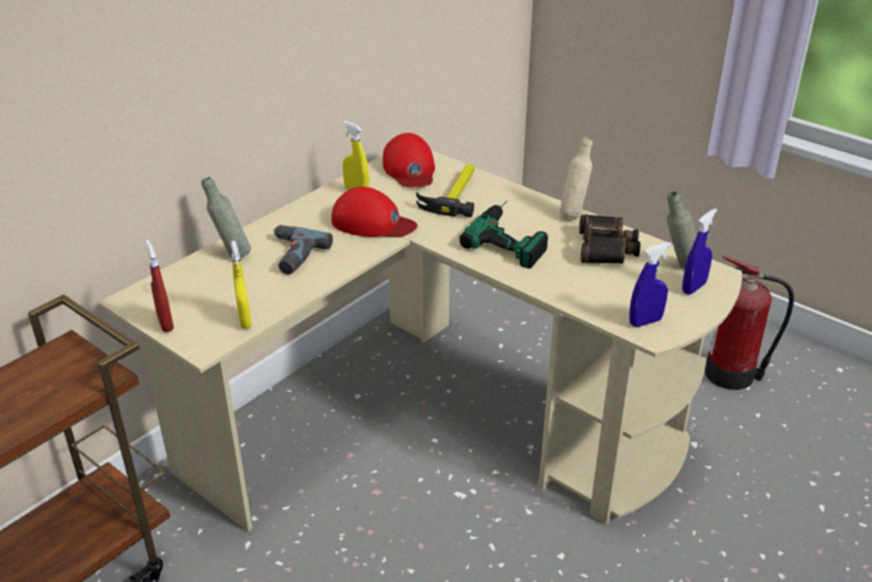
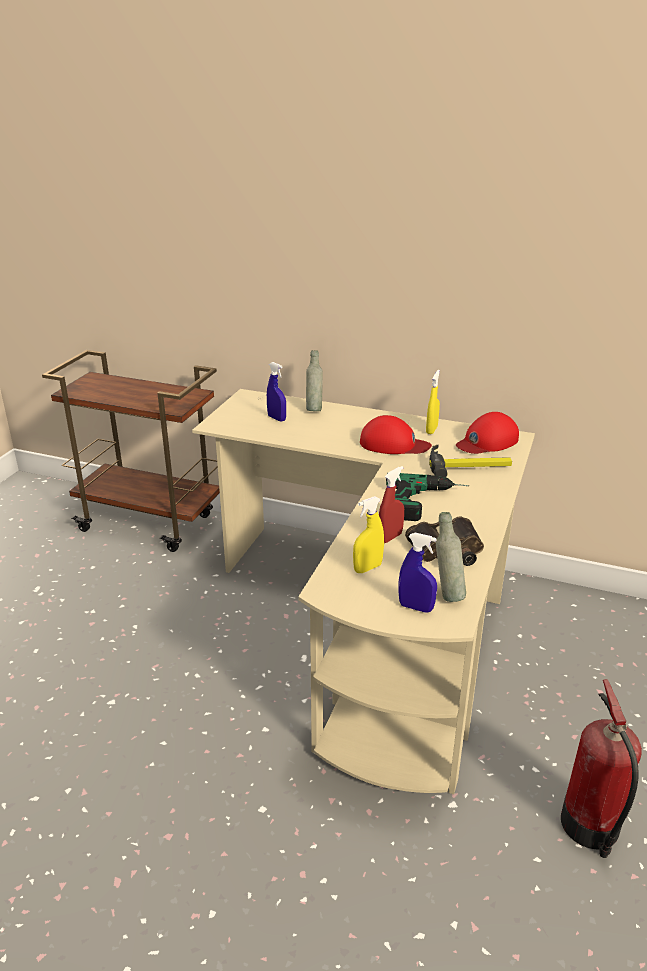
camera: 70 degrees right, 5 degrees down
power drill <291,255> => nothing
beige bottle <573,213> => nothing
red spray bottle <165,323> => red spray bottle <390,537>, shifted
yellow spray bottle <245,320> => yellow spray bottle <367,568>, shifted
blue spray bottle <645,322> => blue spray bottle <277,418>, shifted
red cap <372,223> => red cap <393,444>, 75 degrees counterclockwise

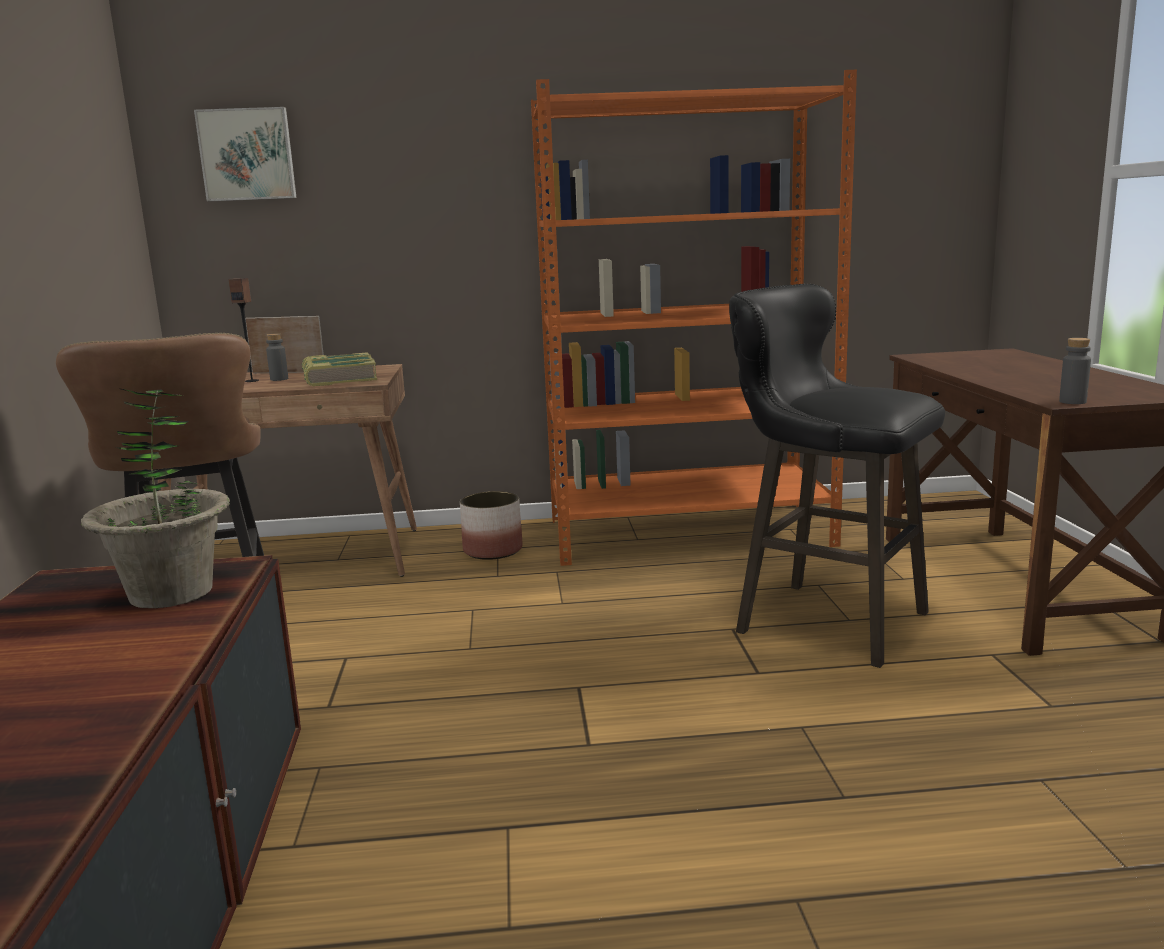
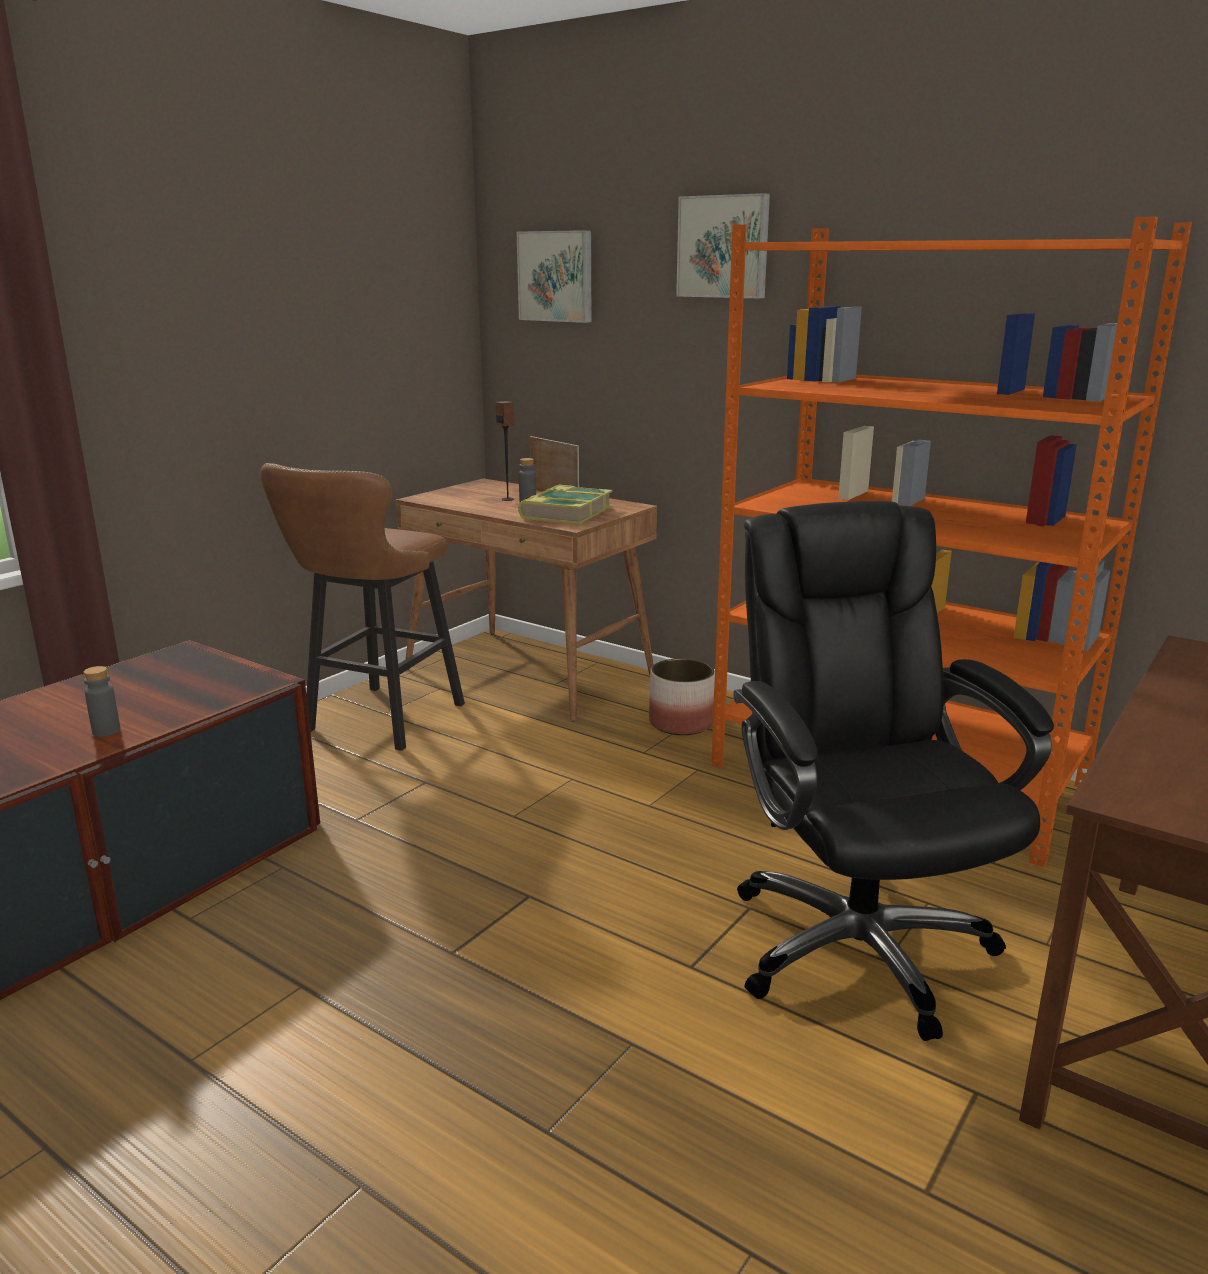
camera: 40 degrees right, 5 degrees up
potted plant <171,593> => nothing
nothing => picture <724,247>
grey bottle <1072,402> => grey bottle <106,731>, shifted
black stool <824,620> => black office chair <857,946>

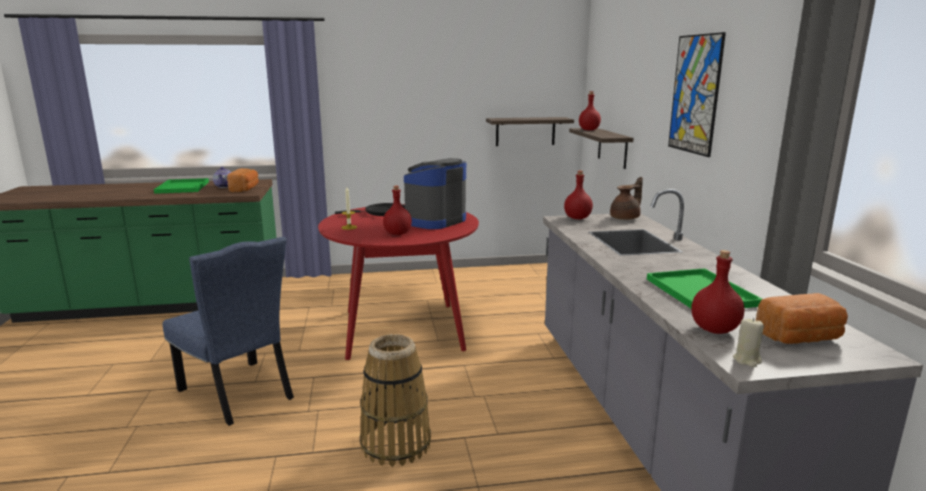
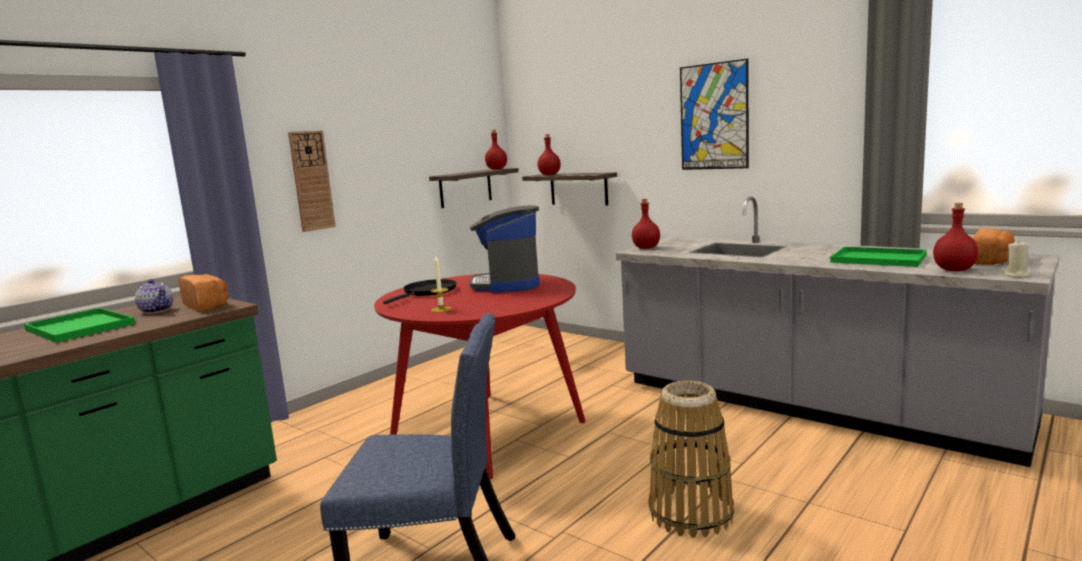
camera: 40 degrees left, 5 degrees down
brown teapot <626,218> => nothing
nothing => wall clock <311,181>
red bottle <397,234> => red bottle <496,169>, shifted

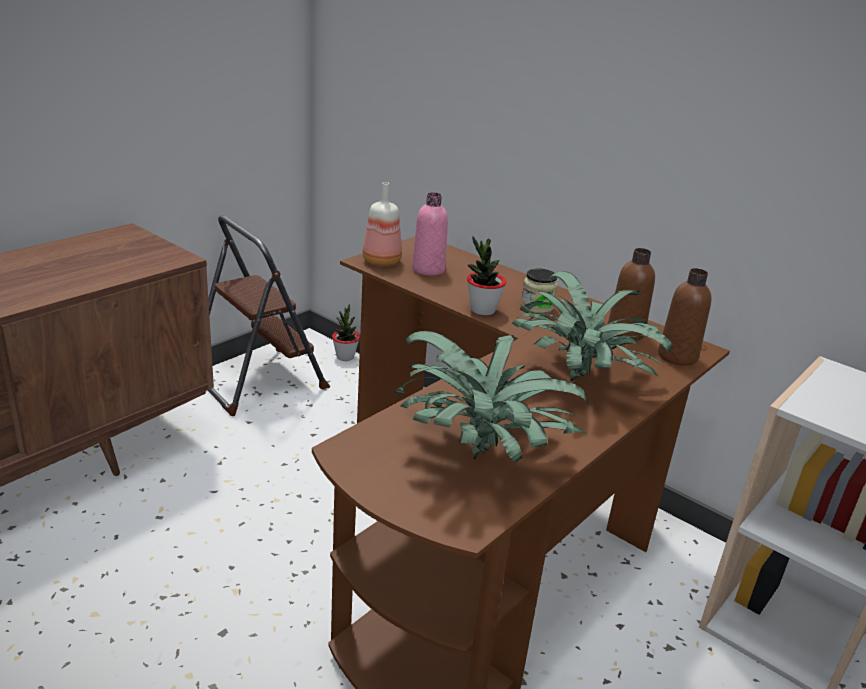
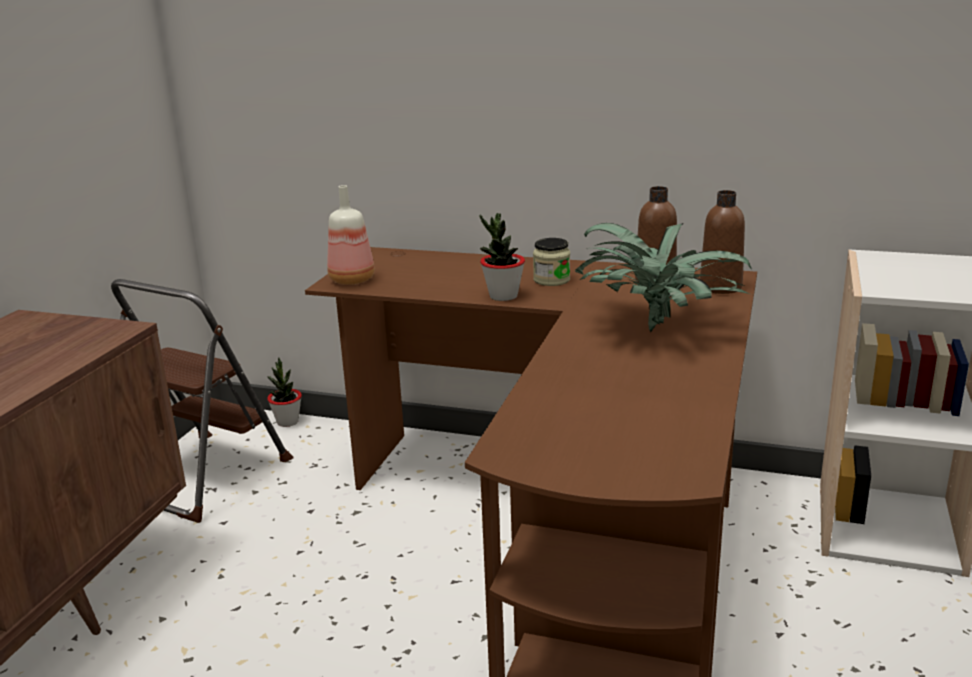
camera: 20 degrees left, 5 degrees down
potted plant <483,454> => nothing
pink bottle <428,269> => nothing

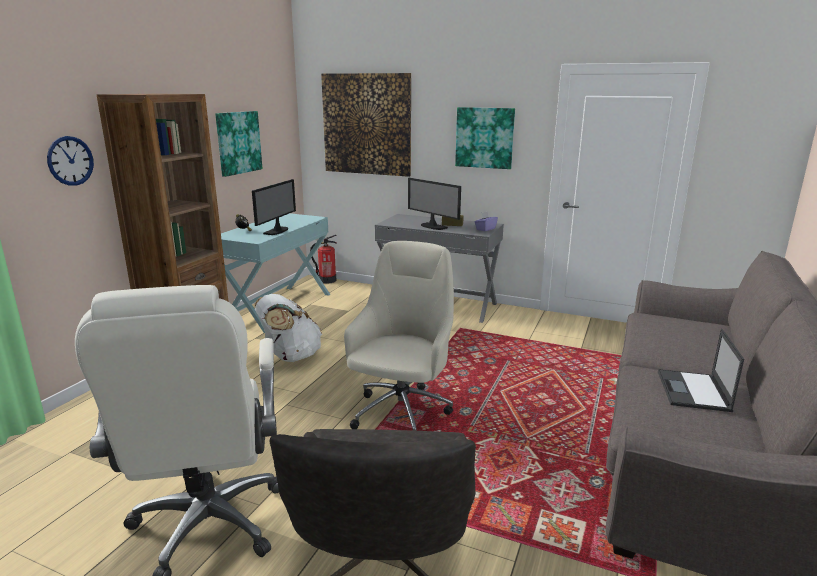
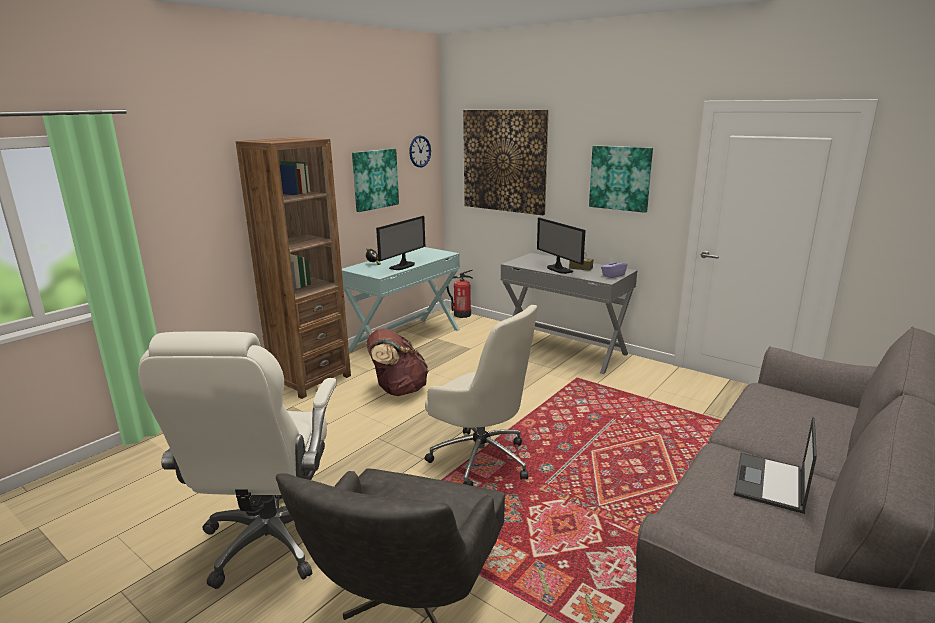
camera: 15 degrees right, 0 degrees up
wall clock <70,161> => wall clock <420,151>, shifted
white backpack <290,356> => brown backpack <398,390>
beige office chair <401,412> => beige office chair <481,460>, 90 degrees clockwise

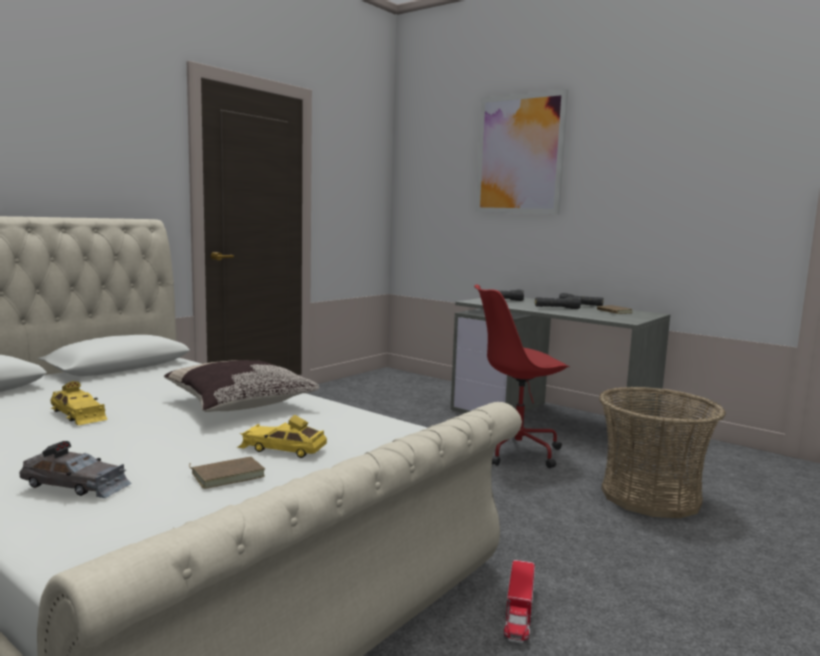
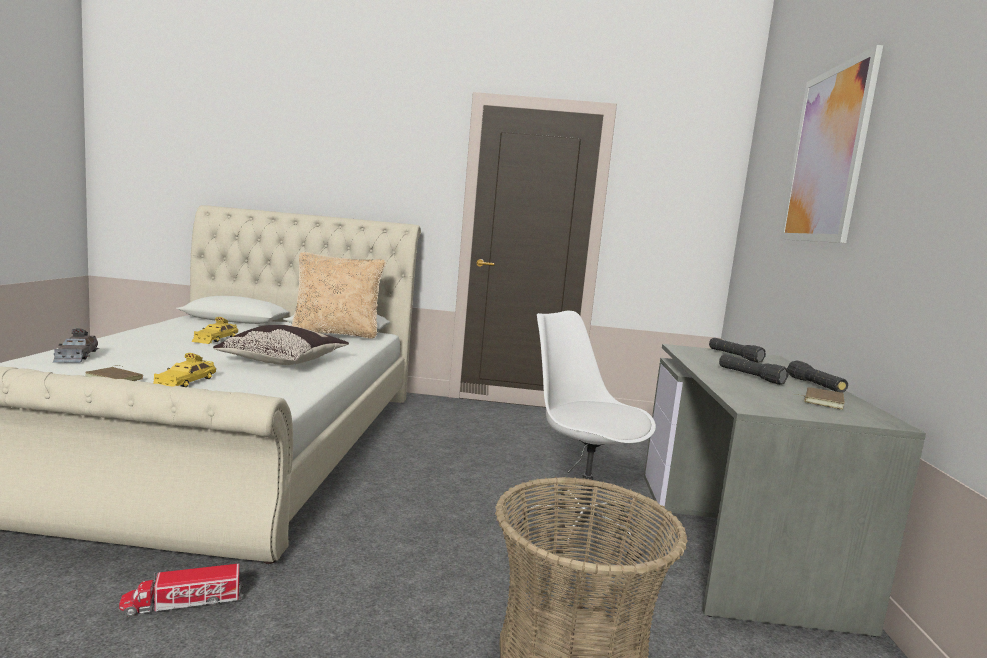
camera: 55 degrees right, 0 degrees up
nothing => beige pillow <336,335>
red office chair <514,452> => white office chair <577,534>
yellow toy car <282,448> => yellow toy car <184,382>, 150 degrees counterclockwise

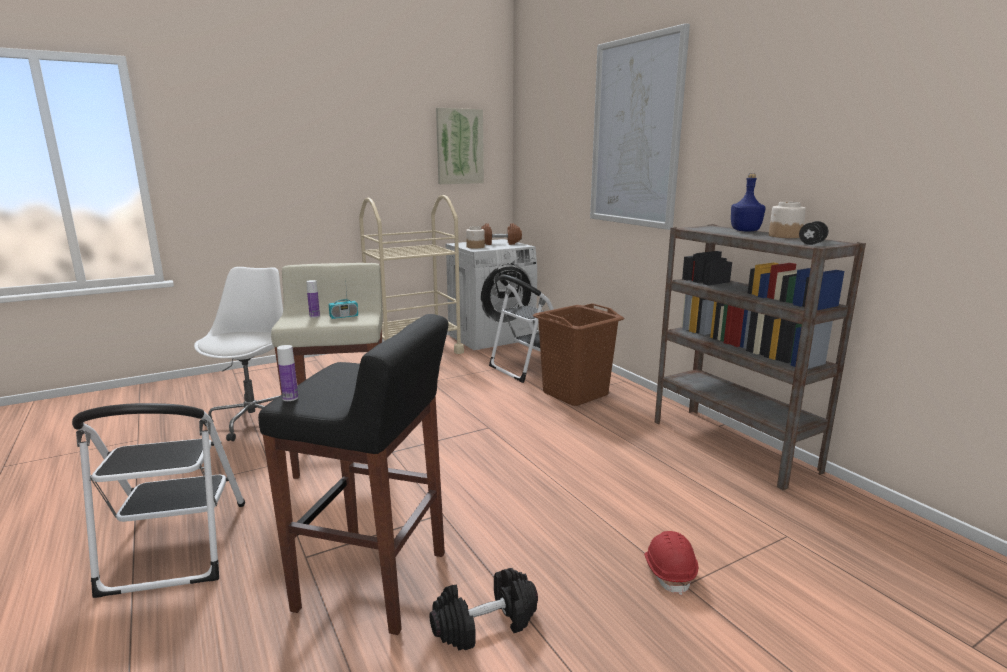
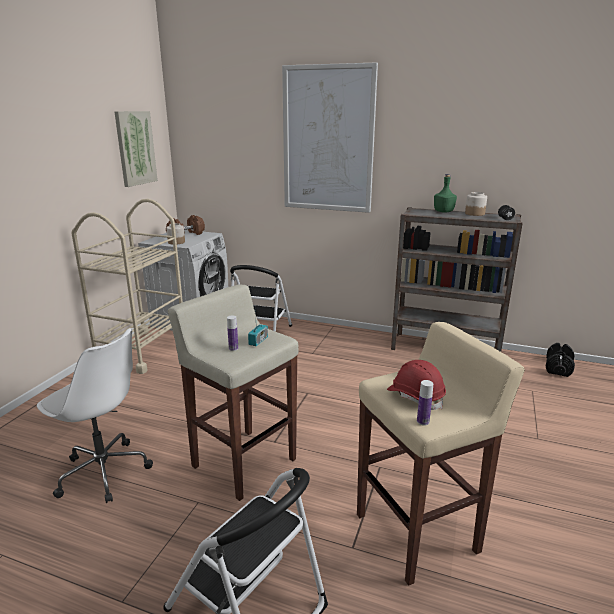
camera: 40 degrees left, 5 degrees up
brown laundry basket <575,394> => nothing
black dumbbell <485,625> => black dumbbell <558,368>, shifted
red hard hat <669,571> => red hard hat <415,396>, shifted
black stool <375,582> => beige stool <418,532>
blue bottle <744,231> => green bottle <443,211>
white office chair <254,421> => white office chair <106,473>, 150 degrees clockwise

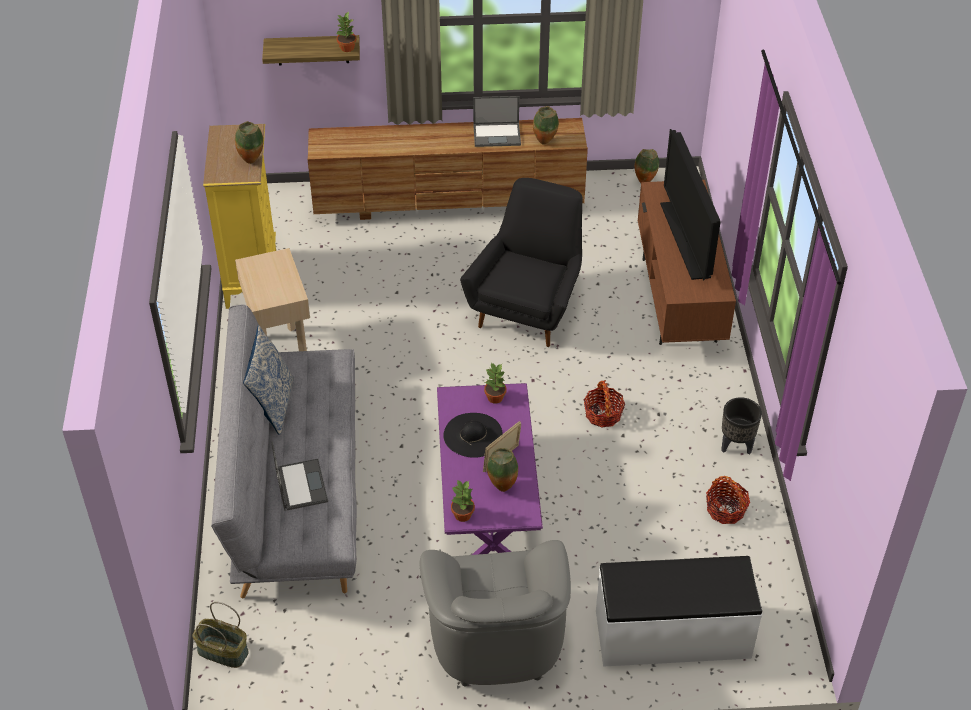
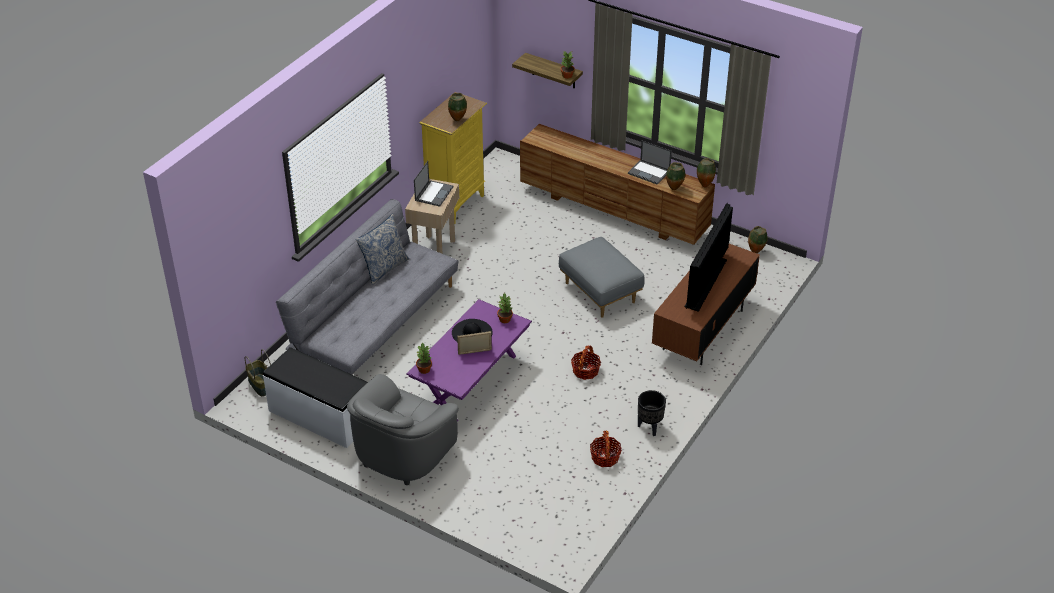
camera: 35 degrees right, 5 degrees down
laptop <301,484> => laptop <434,193>, shifted
vase <502,487> => vase <704,185>, shifted
white bench <672,635> => white bench <320,416>, shifted
black armchair <528,310> => grey ottoman <600,293>

